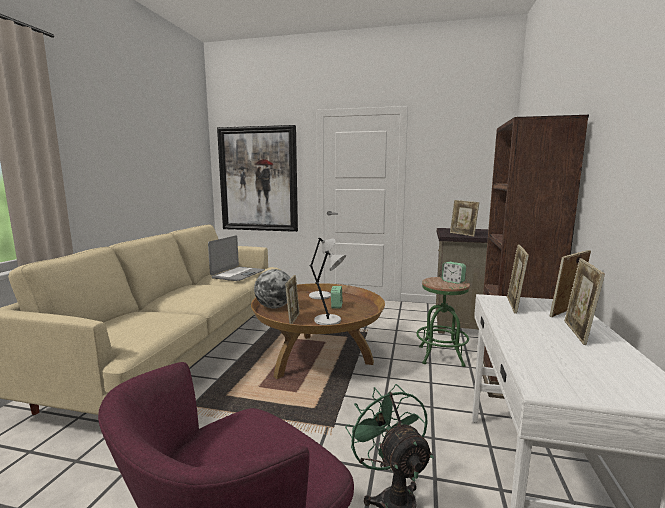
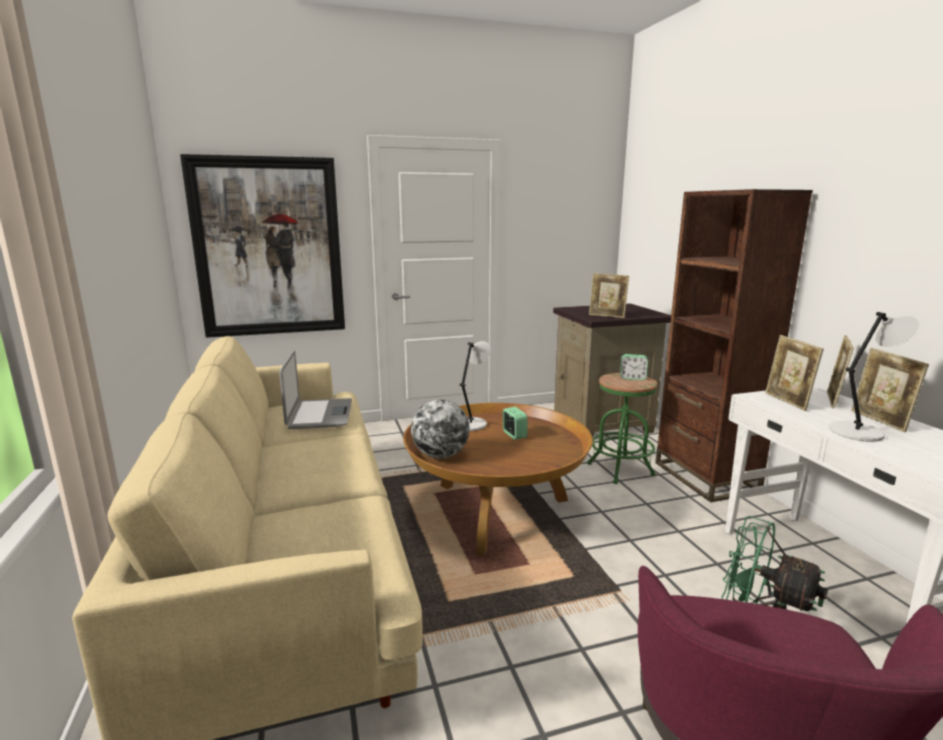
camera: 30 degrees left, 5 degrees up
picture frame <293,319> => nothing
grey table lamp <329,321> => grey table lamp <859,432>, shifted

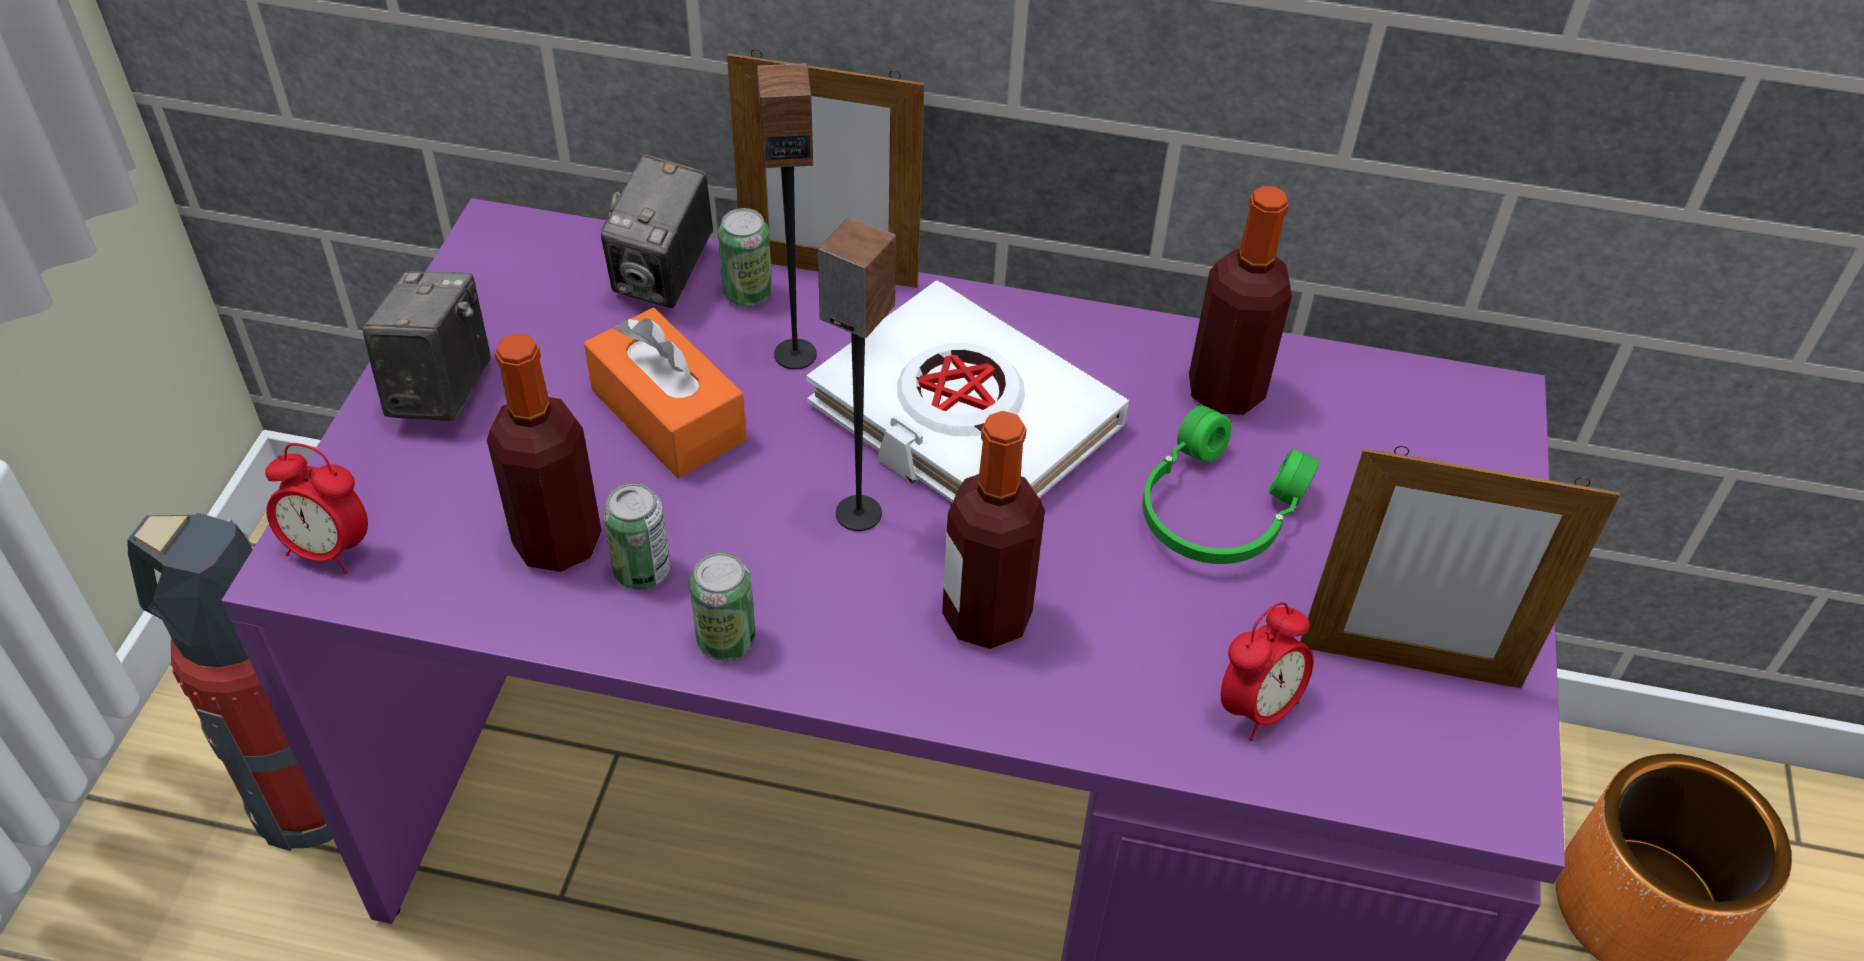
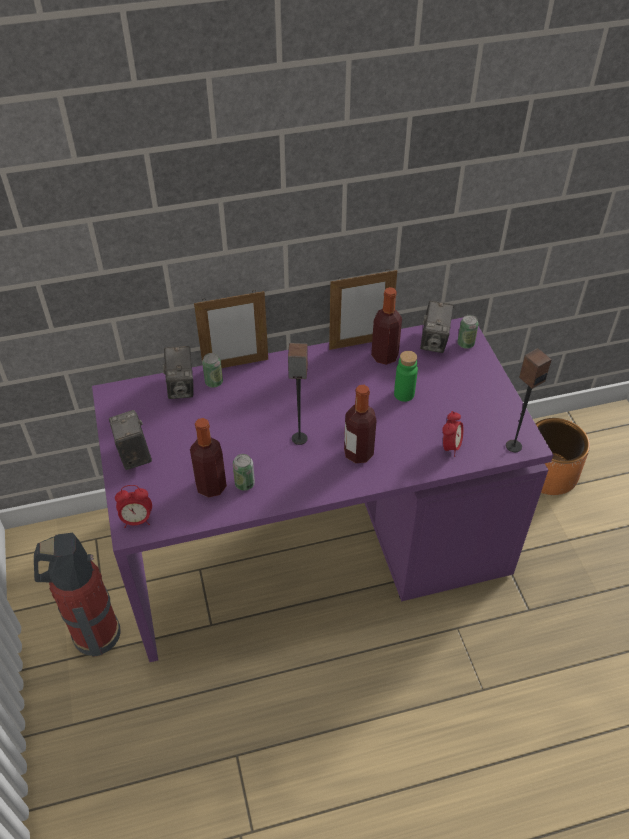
camera: 25 degrees left, 0 degrees up
orange tissue box <668,415> => nothing
white book <963,418> => nothing
nothing => photo camera <434,341>
can <726,640> => can <465,344>, shifted
speaker <795,354> => speaker <513,445>, shifted
picture frame <1409,665> => picture frame <360,343>, shifted
green headphones <1215,510> => green bottle <404,394>

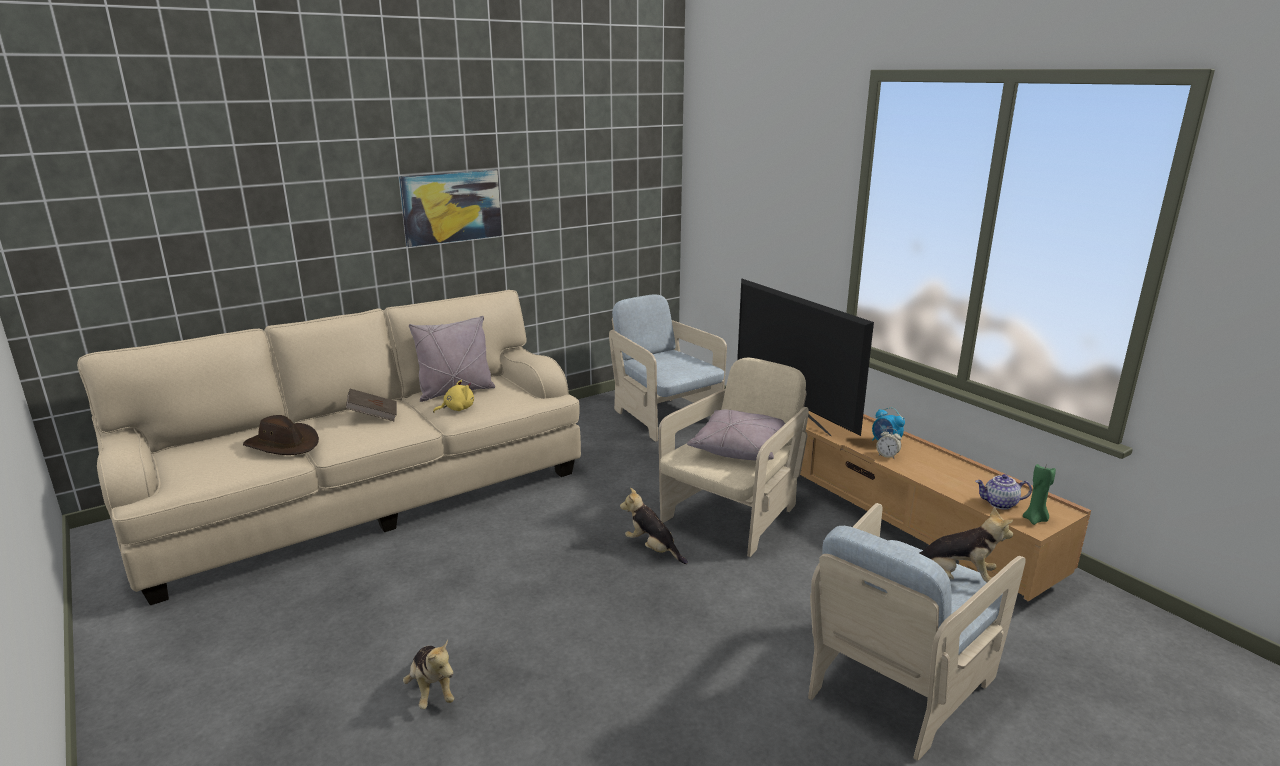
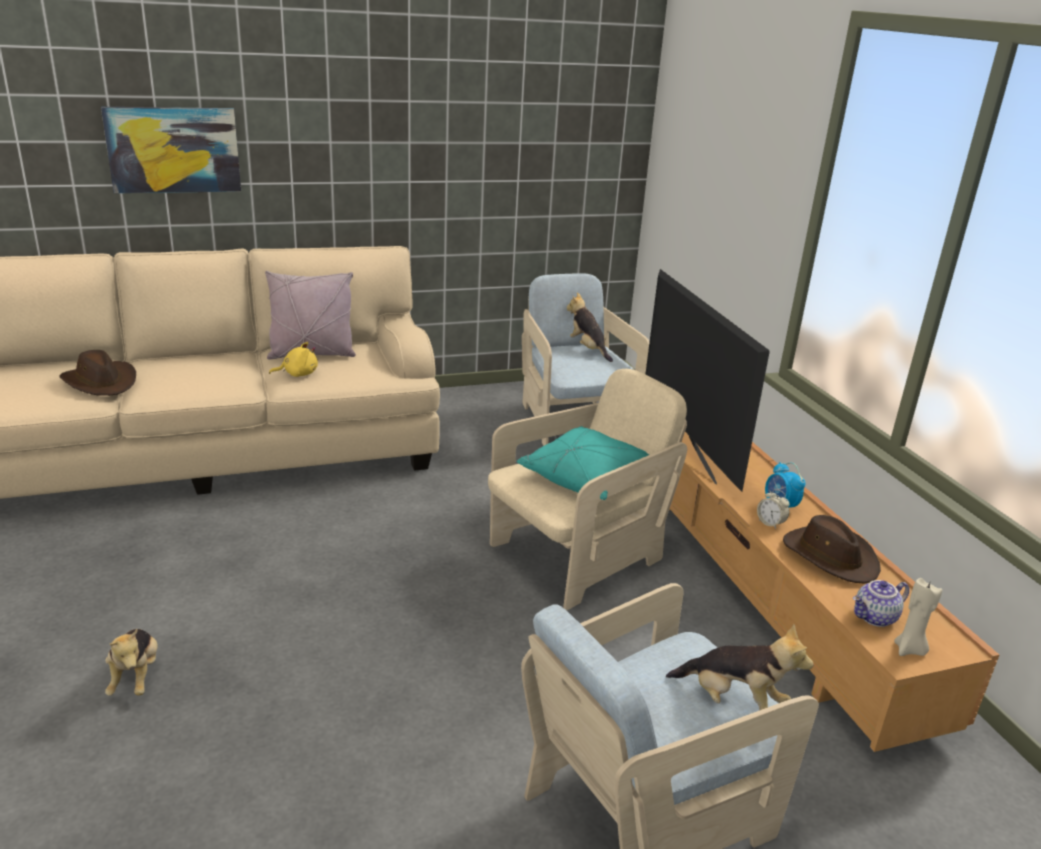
camera: 15 degrees right, 5 degrees up
brown book <373,416> => nothing
nothing => brown hat <830,556>
picture <451,207> => picture <174,150>, shifted
plush toy <653,549> => plush toy <587,349>, shifted
purple pillow <740,448> => turquoise pillow <588,478>
green candle <1035,520> => beige candle <909,650>
teapot <1000,504> => teapot <875,618>, 45 degrees counterclockwise

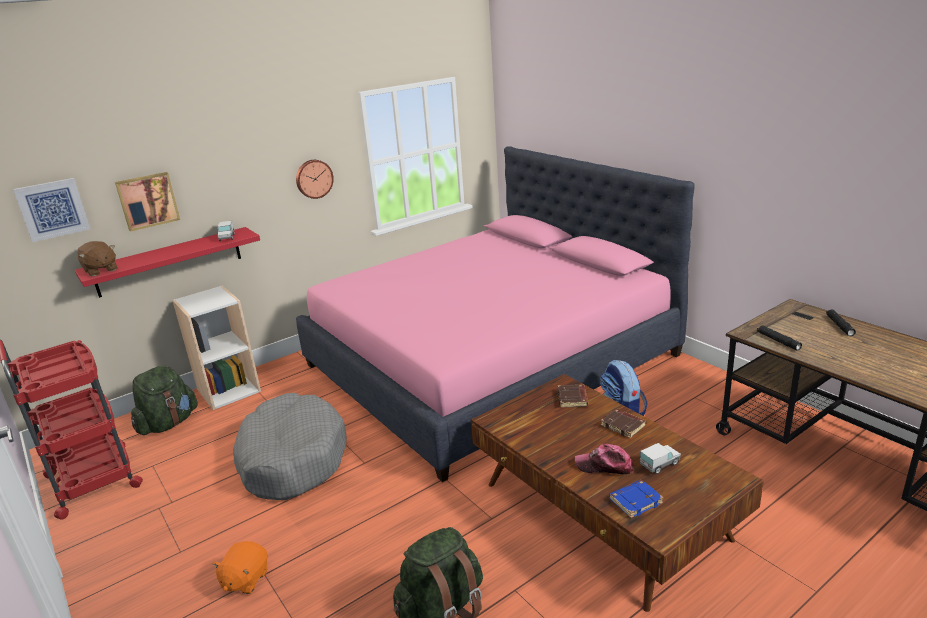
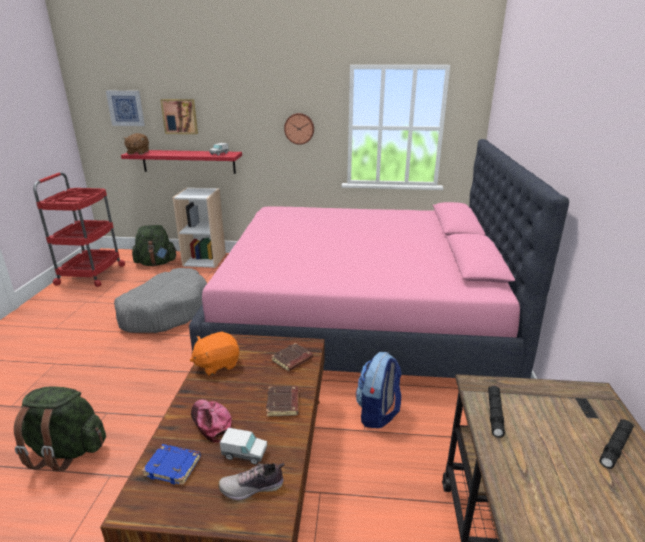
camera: 40 degrees right, 0 degrees up
nothing => shoe <252,488>
orange plush toy <245,579> => orange plush toy <217,364>, shifted

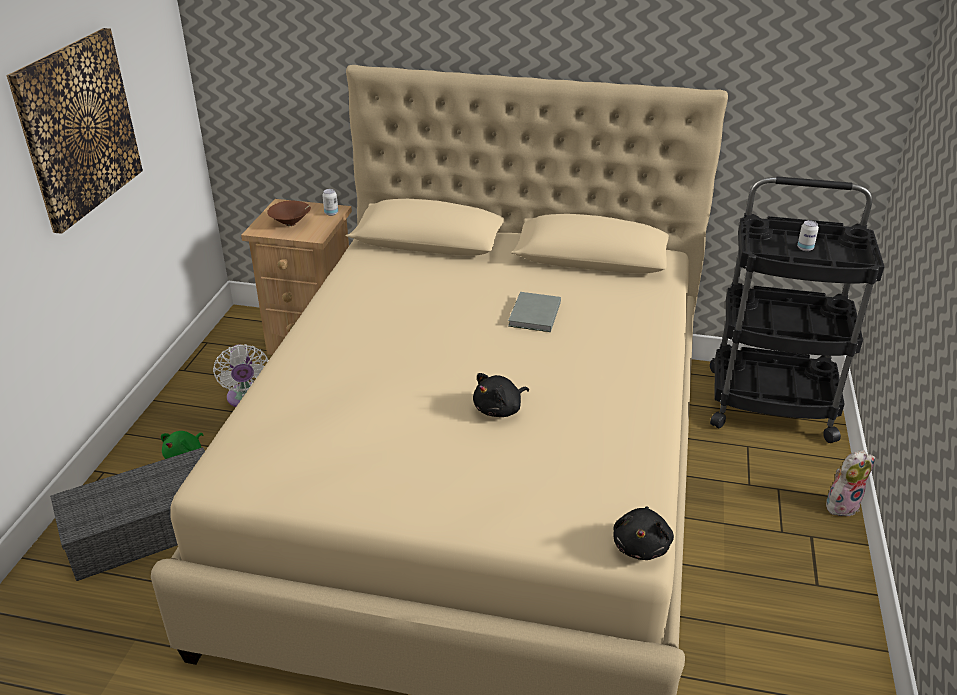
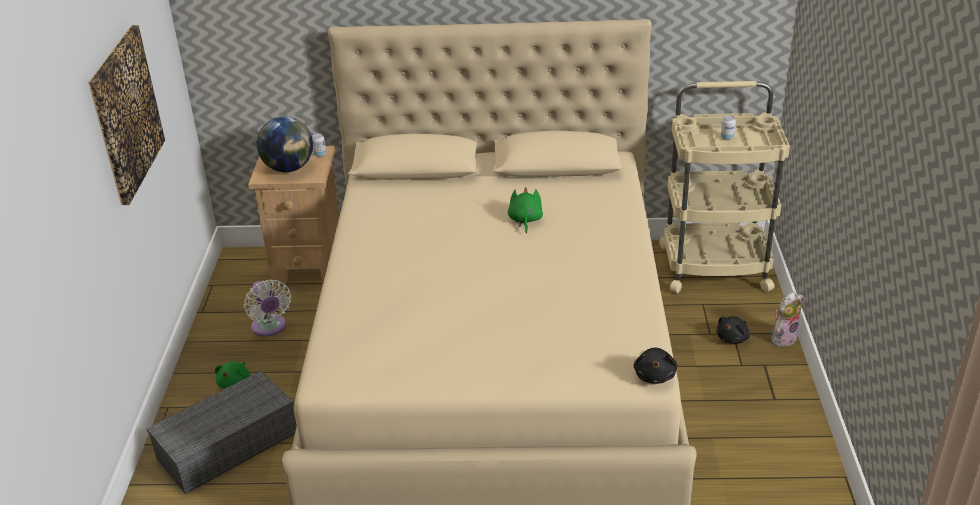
camera: 10 degrees left, 0 degrees up
black plush toy <500,409> => black plush toy <733,338>, shifted
brown bowl <291,224> => globe <289,168>
grey book <533,315> => green plush toy <525,220>
black cart <770,405> => beige cart <714,268>

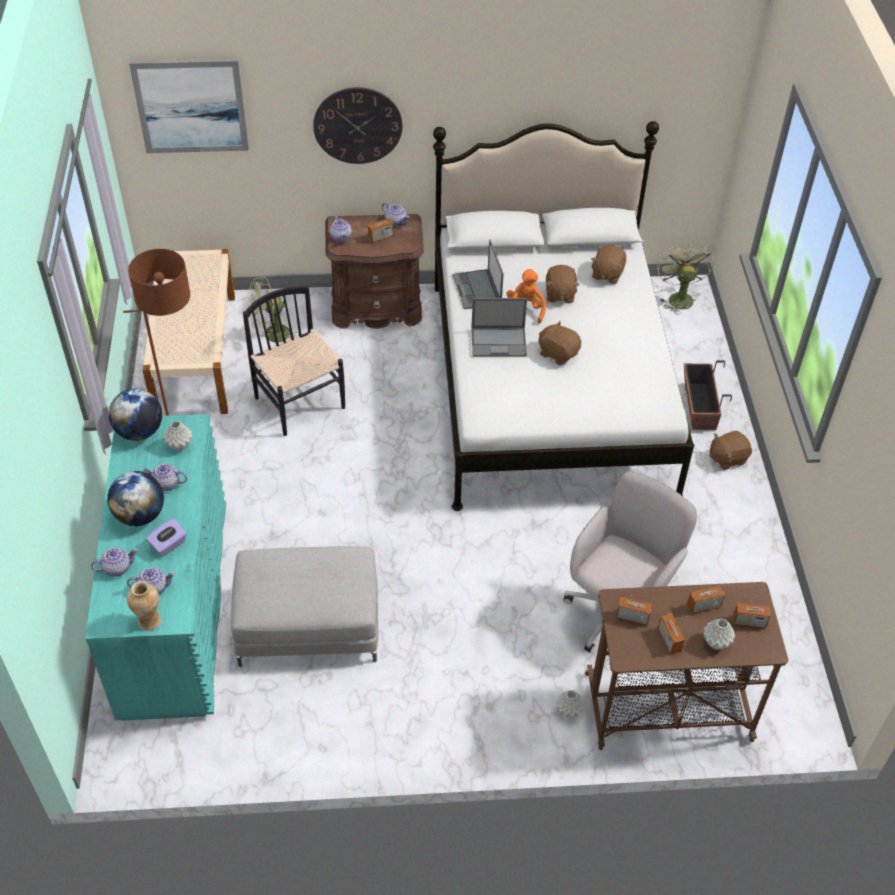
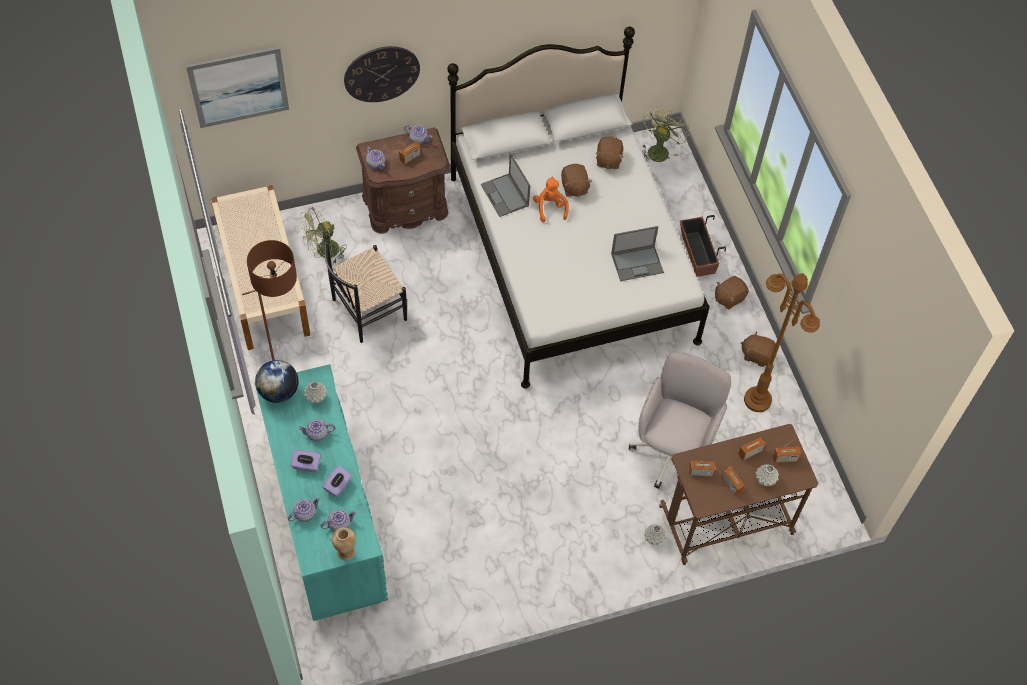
camera: 15 degrees left, 10 degrees up
grey ottoman <308,623> => nothing
nothing => brown floor lamp <758,400>
laptop <499,342> => laptop <637,263>, shifted
brown plush toy <558,353> => brown plush toy <757,355>, shifted
globe <140,515> => purple tissue box <306,465>
black chair <298,400> => black chair <366,311>, 75 degrees counterclockwise
green fan <678,297> => green fan <659,150>, 45 degrees clockwise

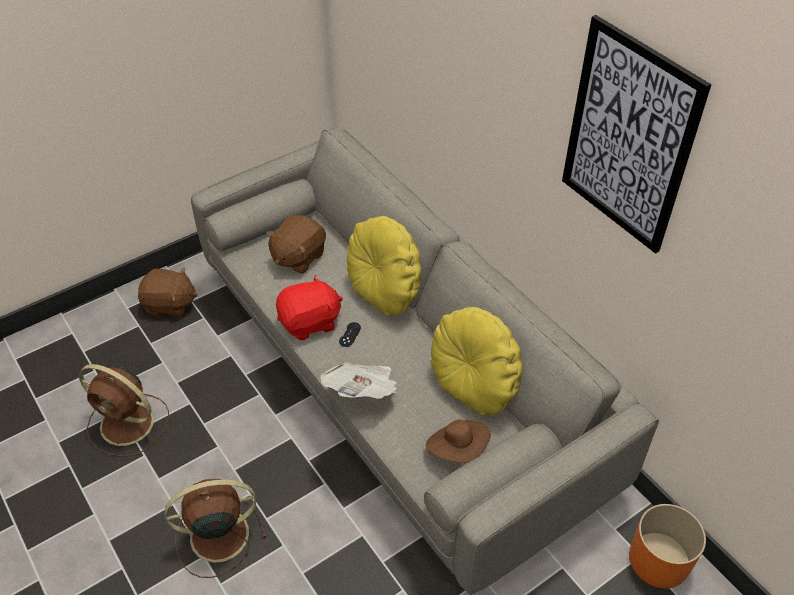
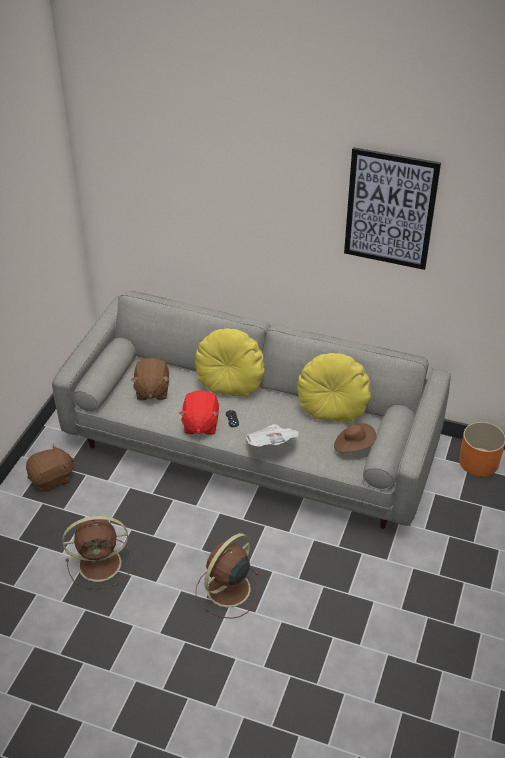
camera: 35 degrees left, 5 degrees down
red plush toy <310,322> => red plush toy <200,424>, 150 degrees clockwise

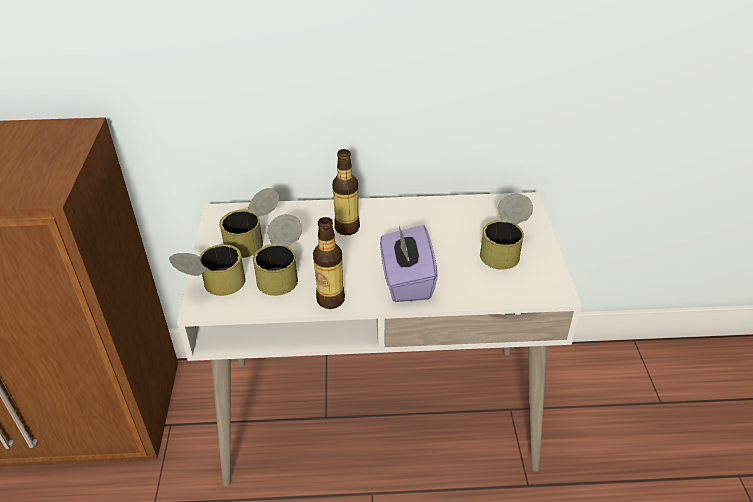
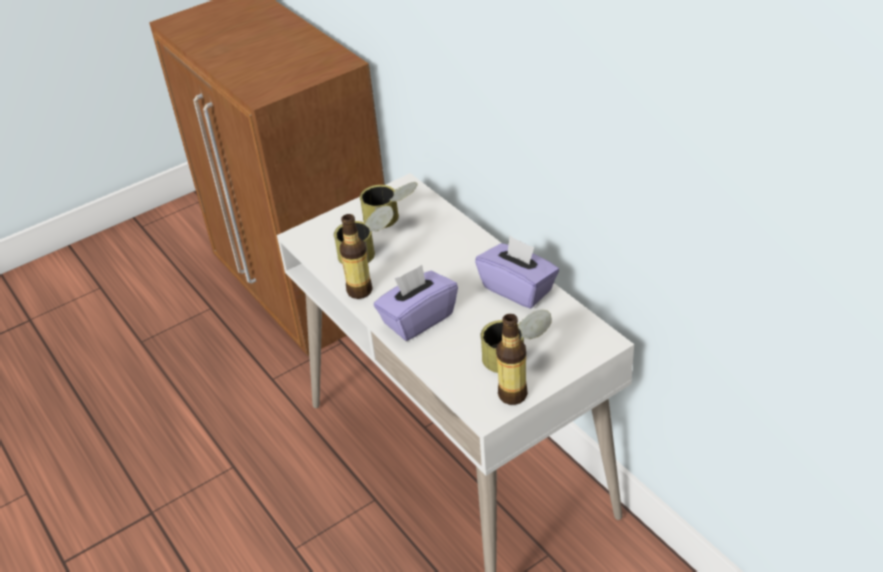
camera: 60 degrees right, 0 degrees up
can <212,286> => nothing
nothing => purple tissue box <518,289>
bottle <347,228> => bottle <512,394>, shifted

